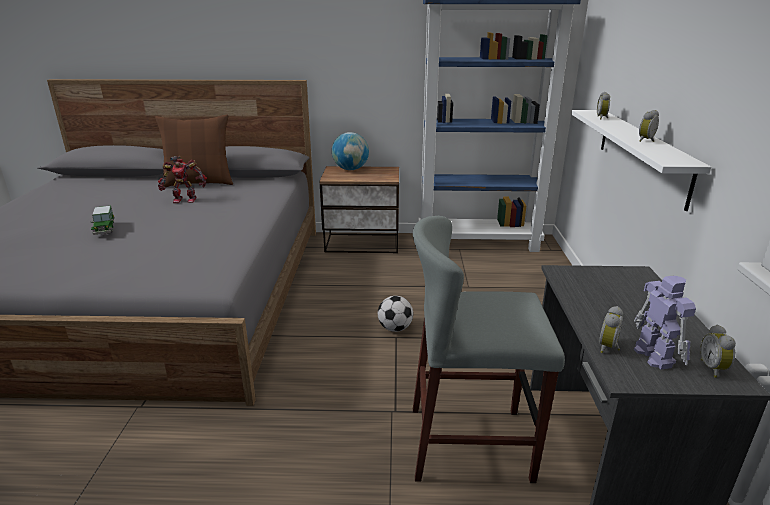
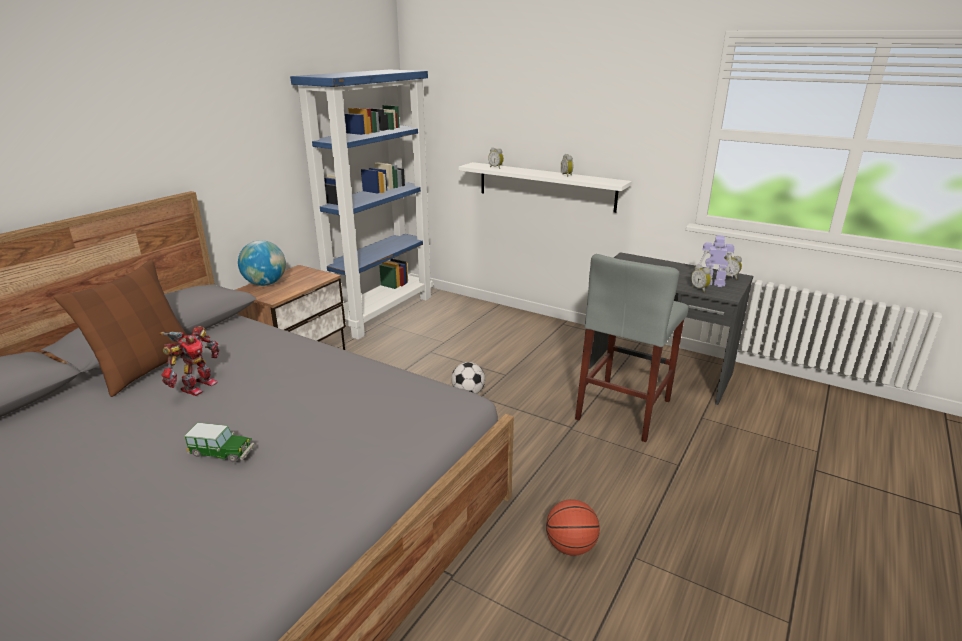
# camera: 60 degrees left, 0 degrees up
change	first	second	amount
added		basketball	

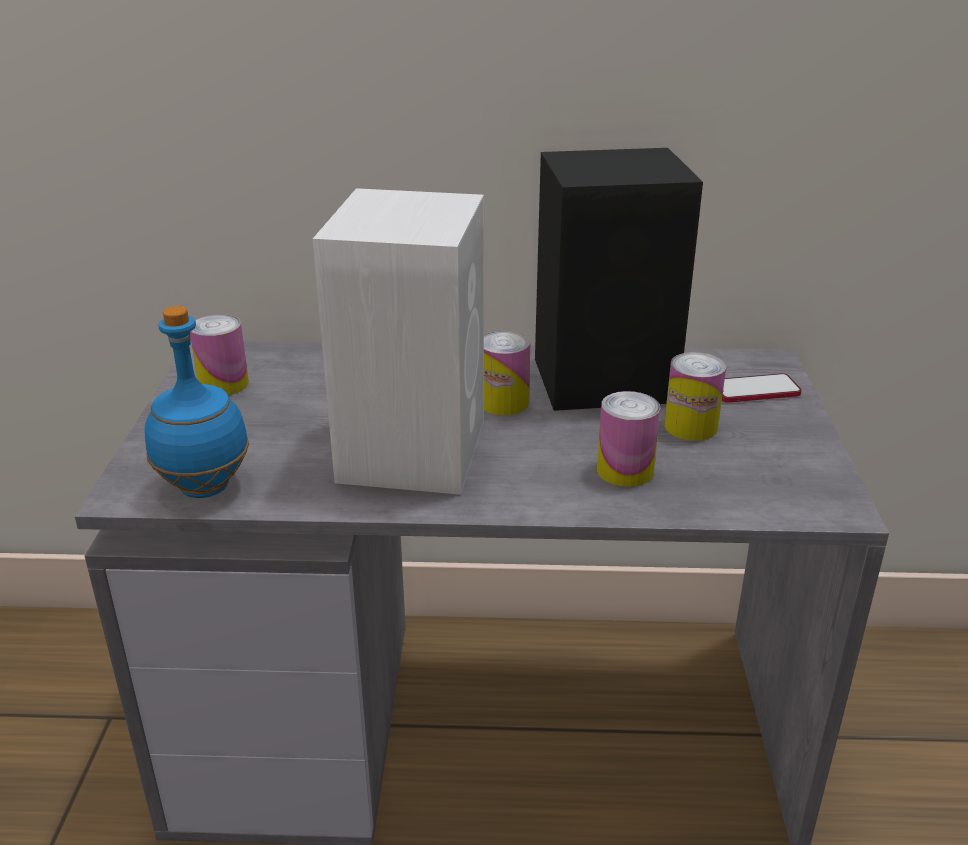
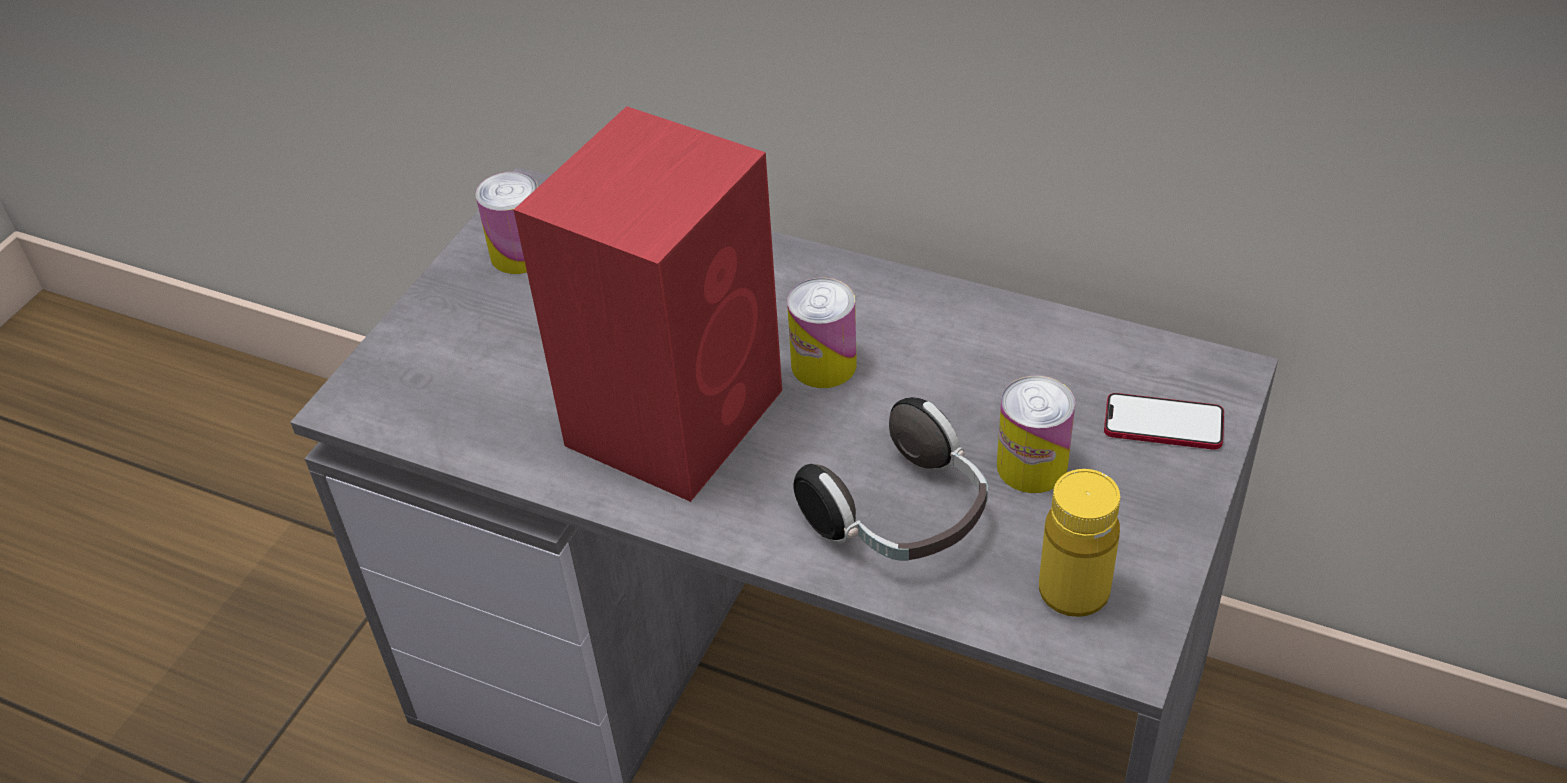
# camera: 25 degrees right, 15 degrees up
change	first	second	amount
removed	bottle (blue)		
removed	speaker (black)		
added		bottle (yellow)	
replaced	can (3rd from left)	headphones	
recoloured	speaker (white)	speaker (red)	

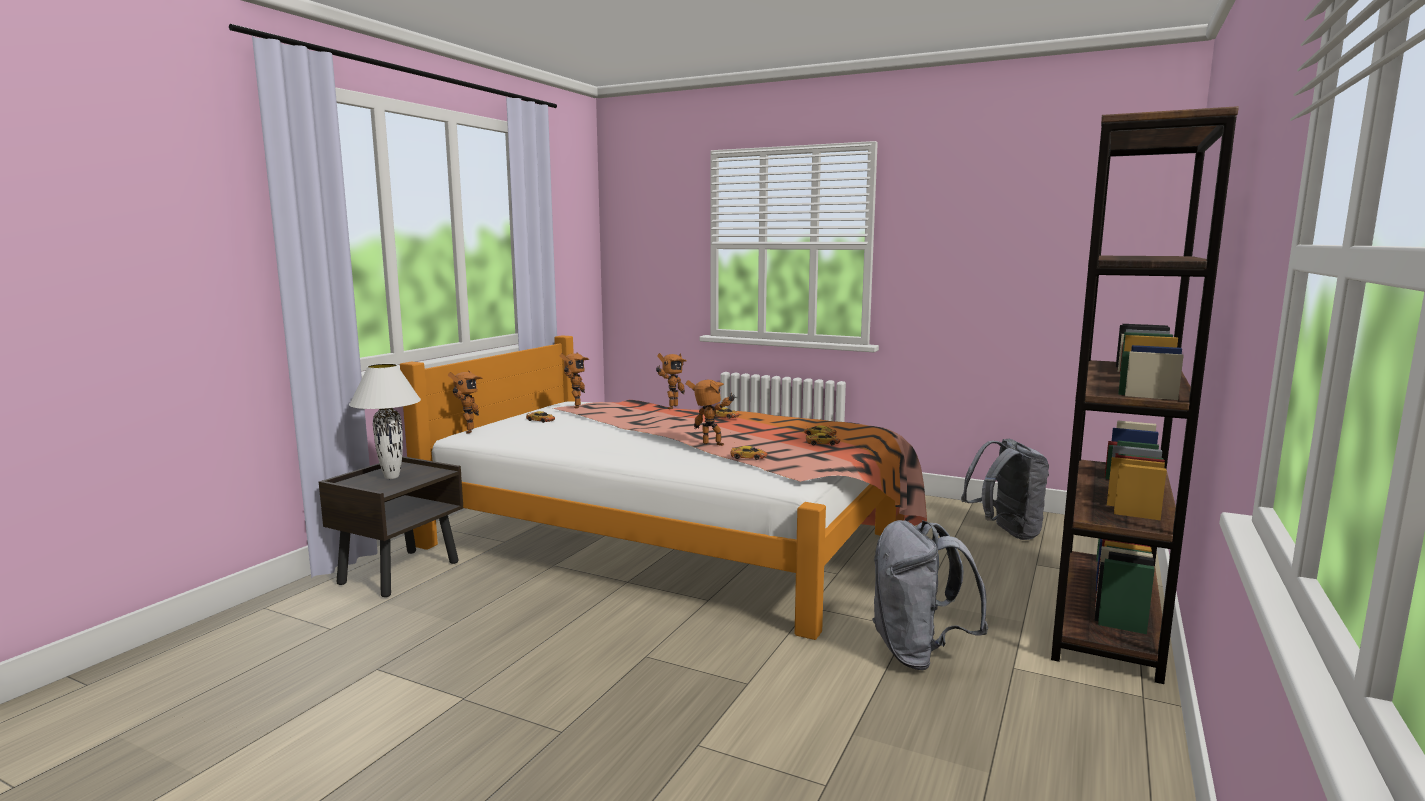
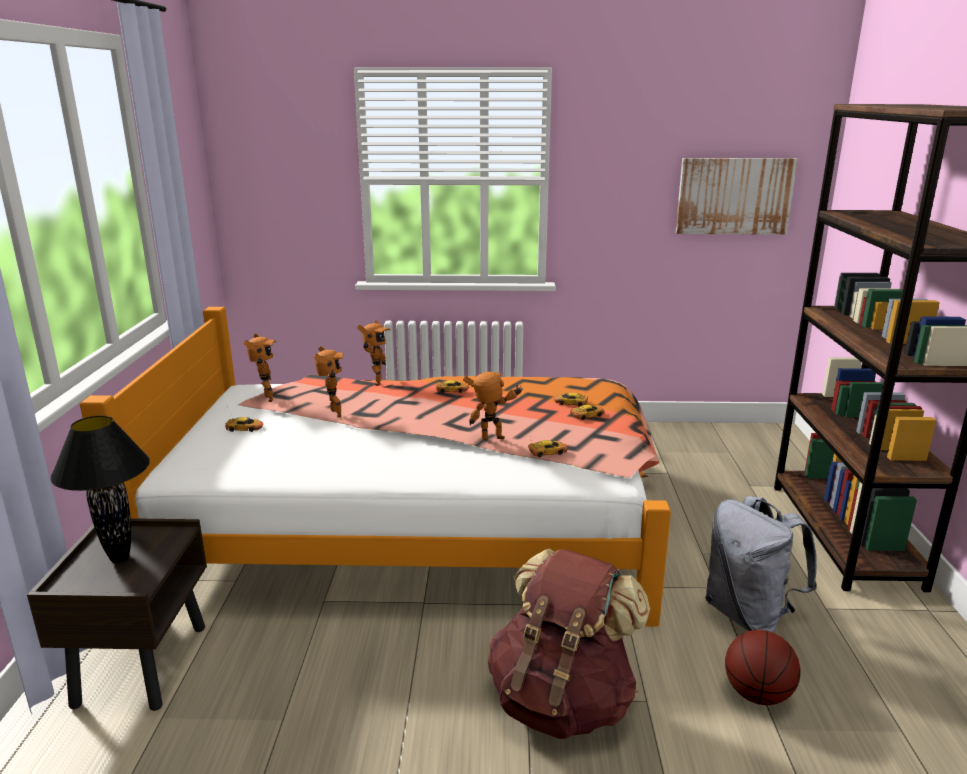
# camera: 25 degrees left, 10 degrees up
change	first	second	amount
removed	backpack (grey) (2nd from left)		
added		backpack (brown)	
added		picture	
added		basketball	
moved	toy robot (1st from left in the first image)	toy robot (2nd from left)	
recoloured	table lamp (white)	table lamp (black)	

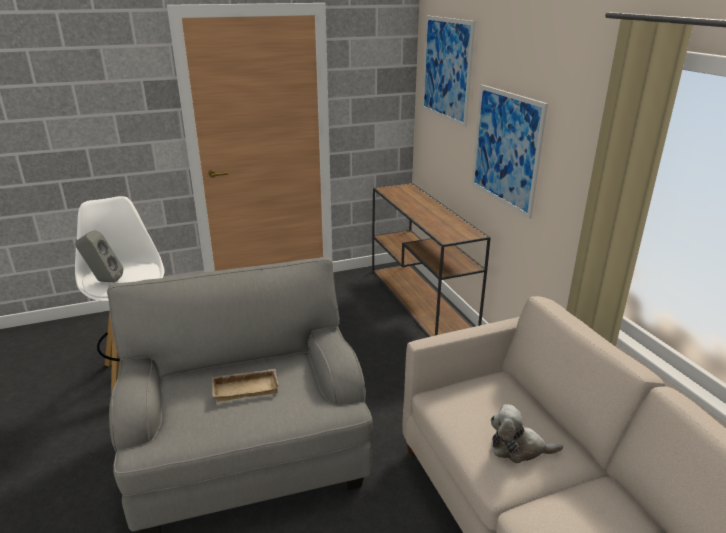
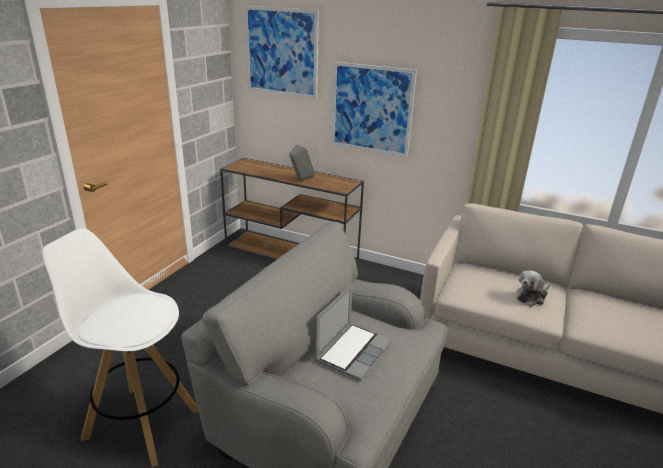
# camera: 45 degrees left, 0 degrees up
change	first	second	amount
moved	speaker (grey)		
replaced	tray (beige)	laptop	

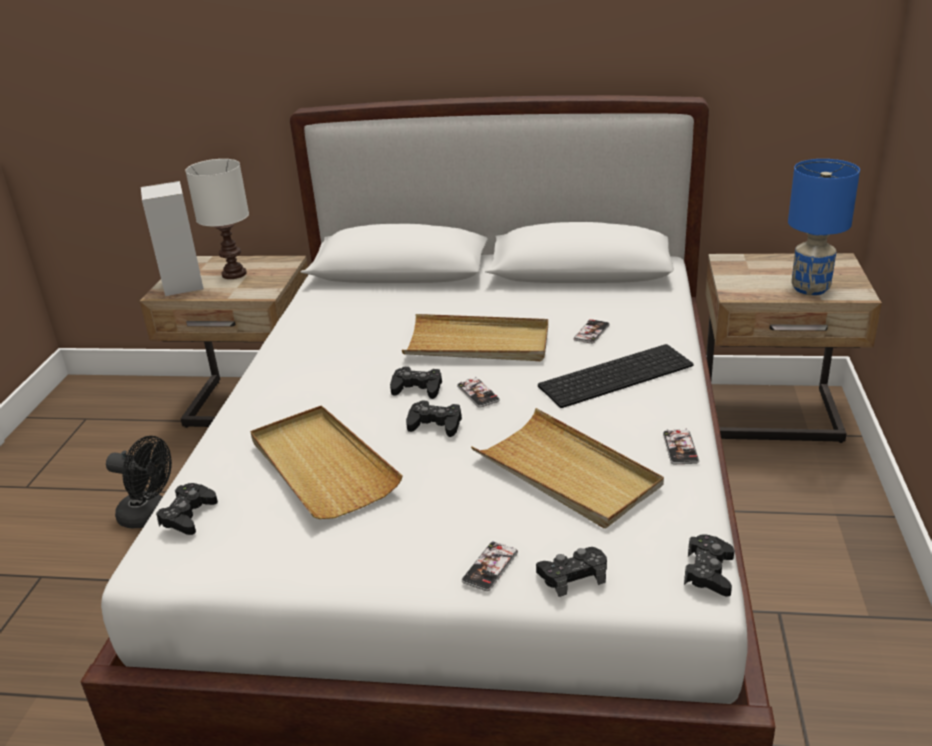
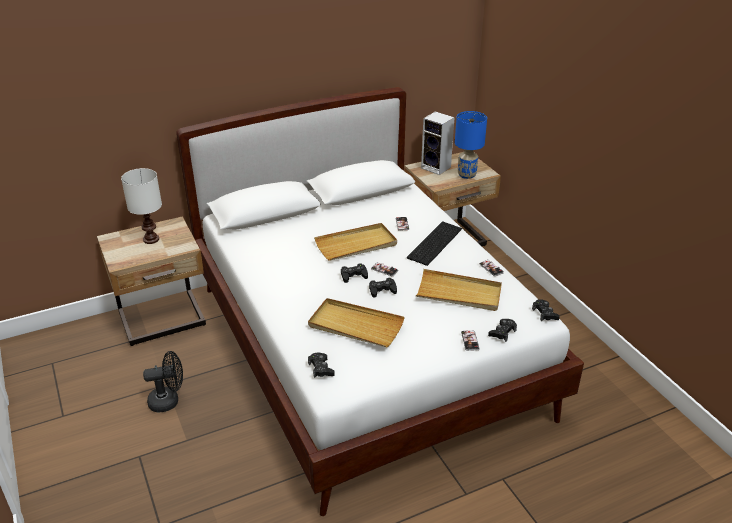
# camera: 35 degrees left, 5 degrees up
change	first	second	amount
moved	speaker		

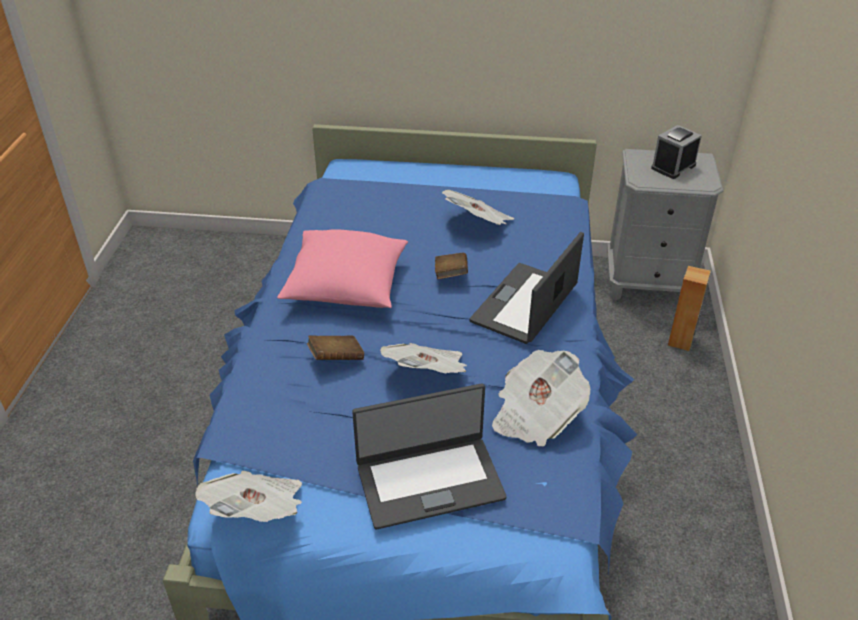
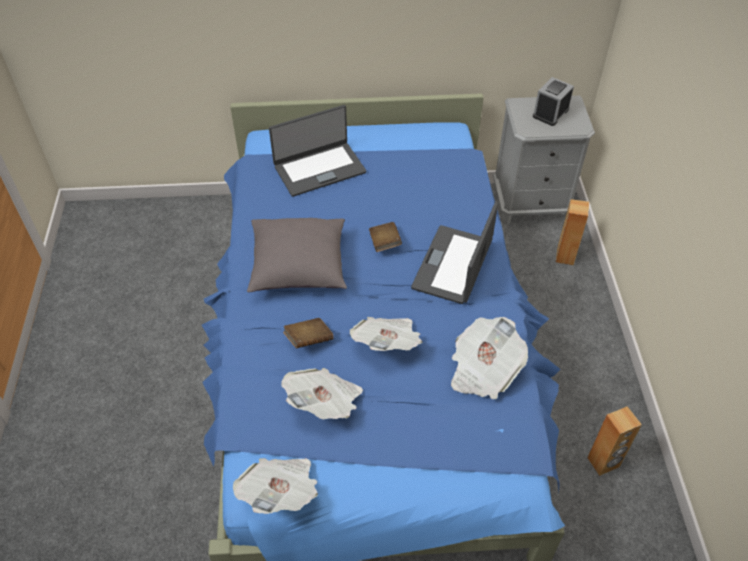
# camera: 10 degrees left, 10 degrees up
change	first	second	amount
added		speaker (brown) (2nd from left)	
moved	laptop (1st from left)		
moved	newspaper (3rd from left in the first image)	newspaper (2nd from left)	
recoloured	pillow (pink)	pillow (grey)	

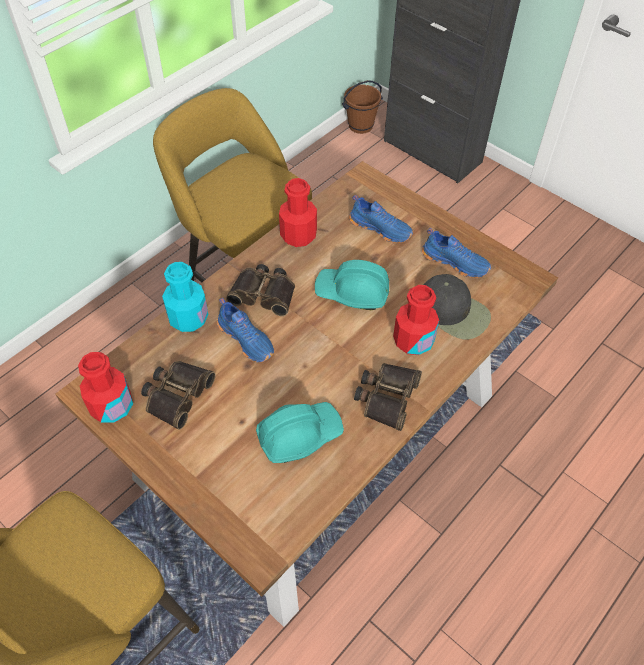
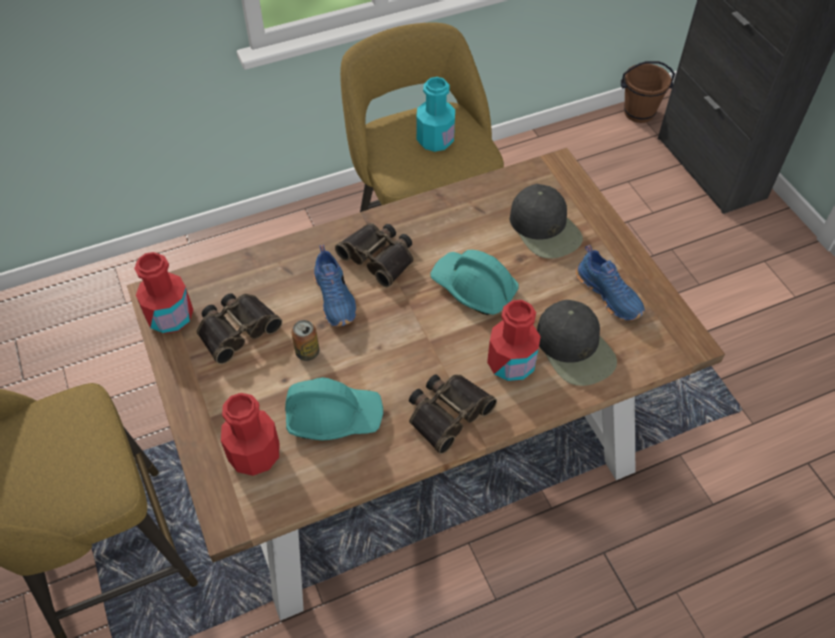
# camera: 25 degrees right, 0 degrees up
change	first	second	amount
added		can	
moved	bottle (turquoise)		
moved	bottle (red) (2nd from left)		
replaced	shoe (blue) (2nd from left)	cap (black) (1st from left)	

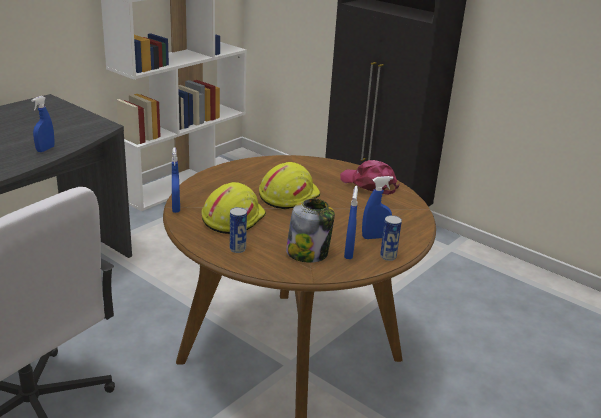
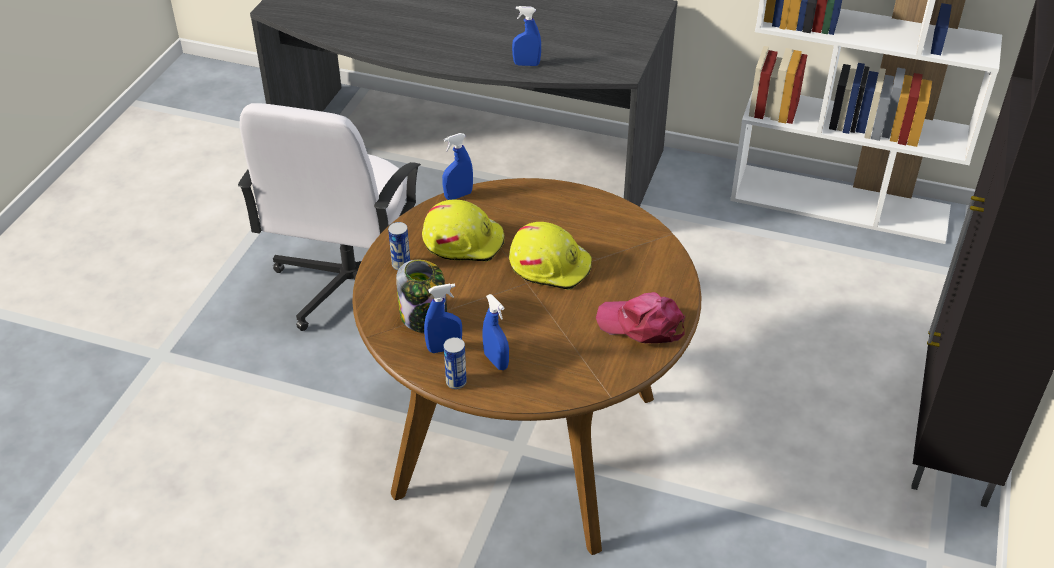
# camera: 70 degrees right, 15 degrees up
change	first	second	amount
turned	cap (pink)		90 degrees counterclockwise

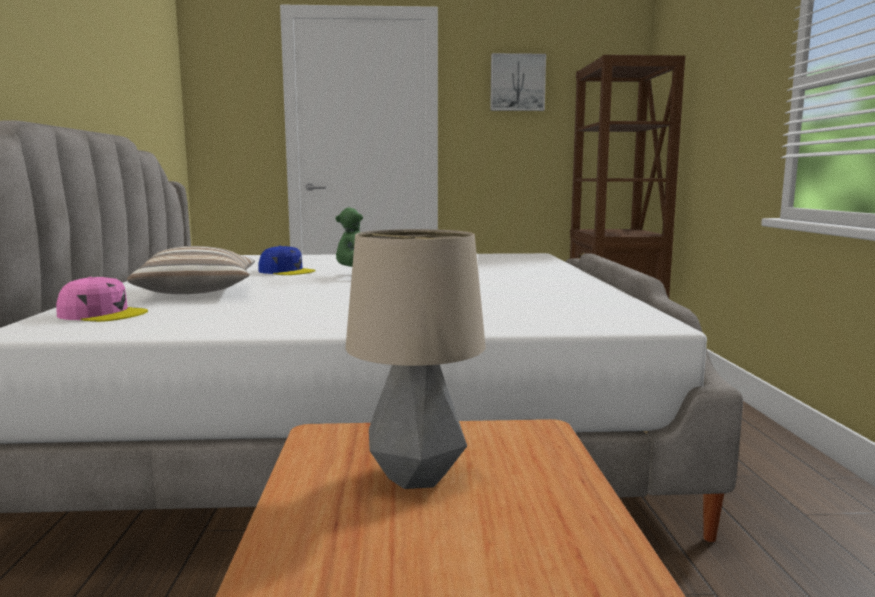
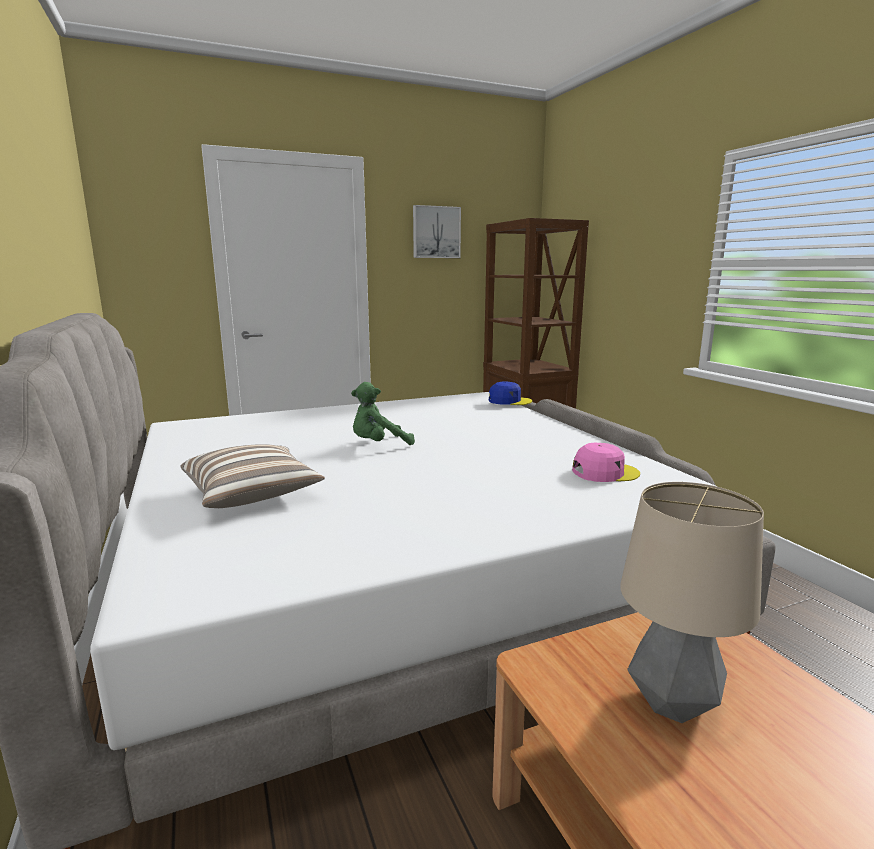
# camera: 20 degrees left, 5 degrees up
change	first	second	amount
moved	cap (pink)		
moved	cap (blue)		

